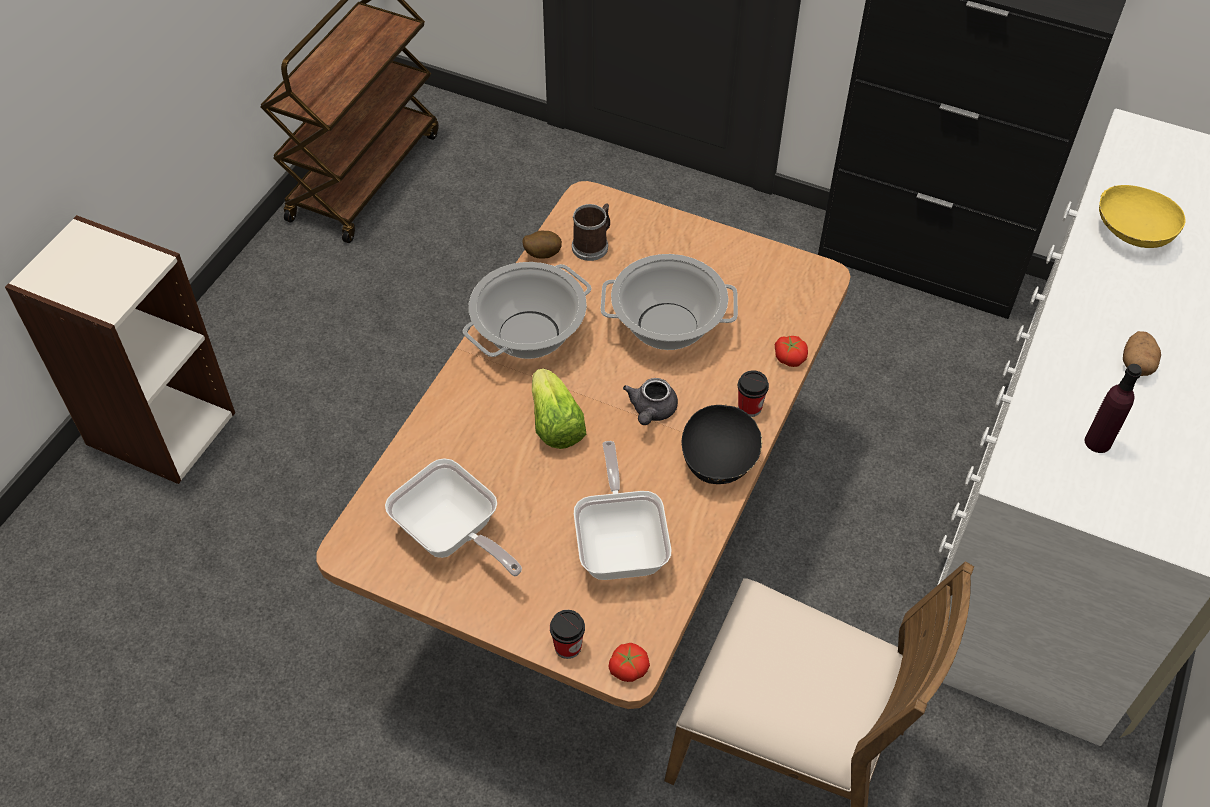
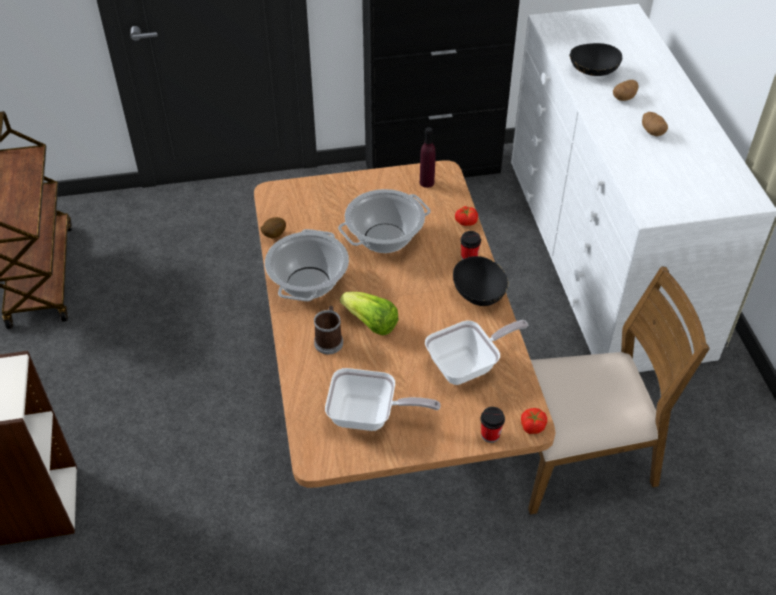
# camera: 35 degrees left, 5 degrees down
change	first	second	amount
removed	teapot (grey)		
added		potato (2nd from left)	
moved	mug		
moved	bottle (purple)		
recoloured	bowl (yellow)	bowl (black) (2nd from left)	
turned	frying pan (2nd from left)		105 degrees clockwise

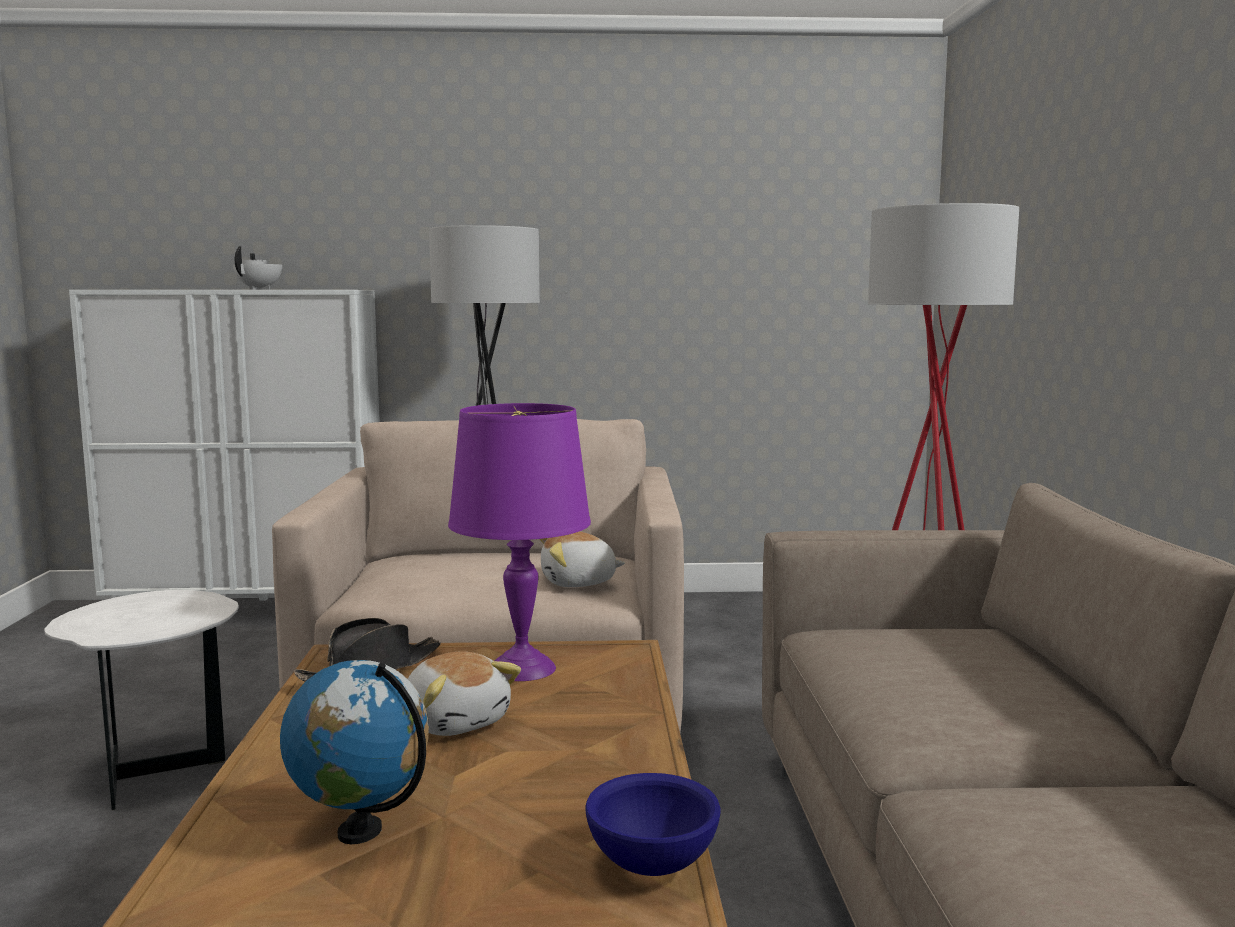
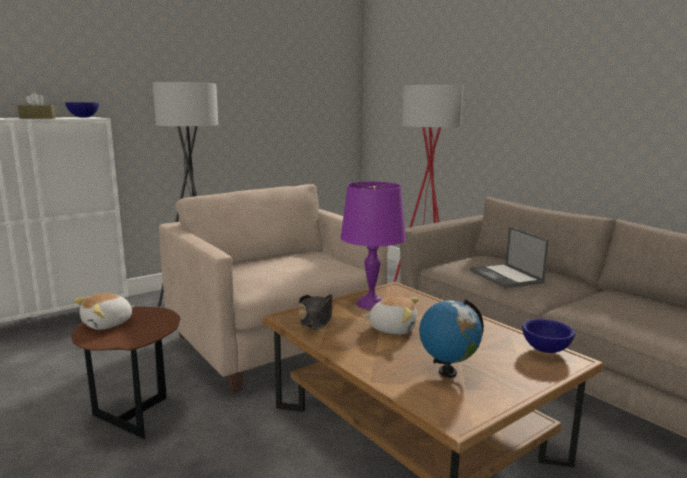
# camera: 35 degrees left, 5 degrees up
change	first	second	amount
added		bowl (blue) (1st from left)	
added		laptop	
moved	plush toy (2nd from left in the first image)	plush toy (1st from left)	
replaced	teapot (white)	tissue box (brown)	
recoloured	side table (white)	side table (brown)	

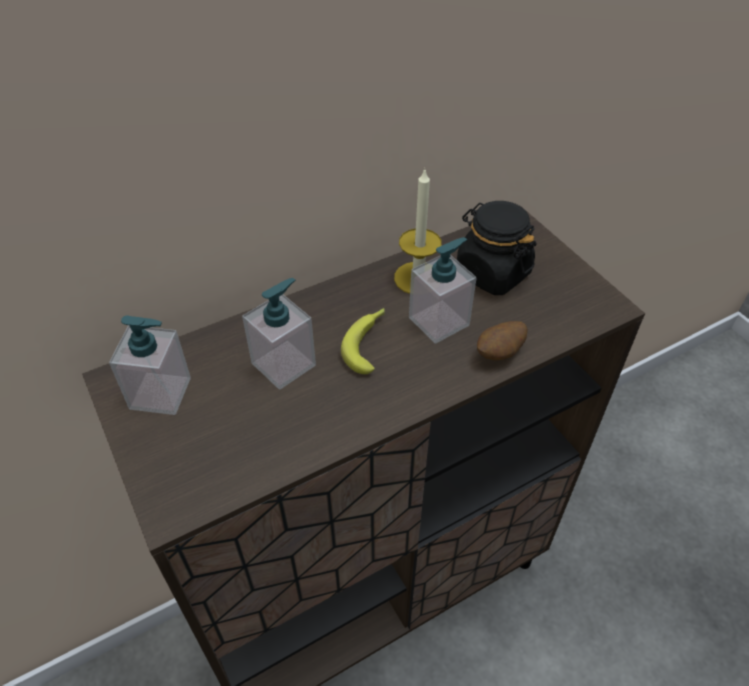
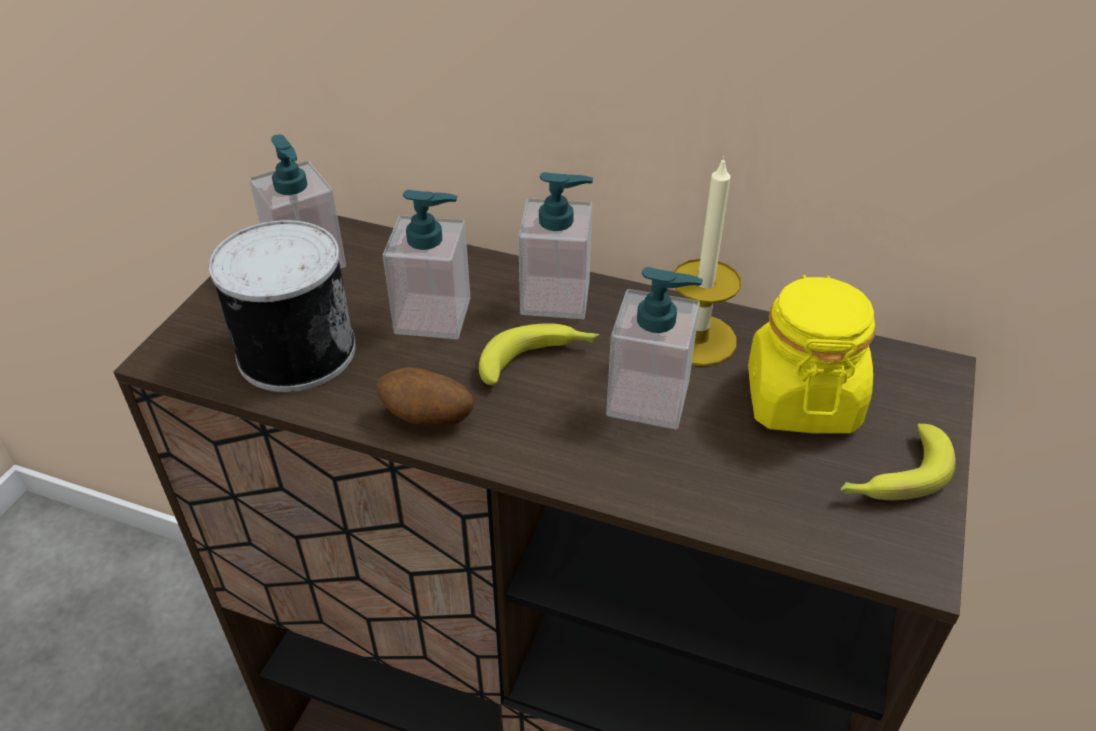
# camera: 50 degrees right, 5 degrees down
change	first	second	amount
added		can	
added		soap dispenser (3rd from left)	
added		banana (2nd from left)	
moved	potato		
recoloured	jar (black)	jar (yellow)	

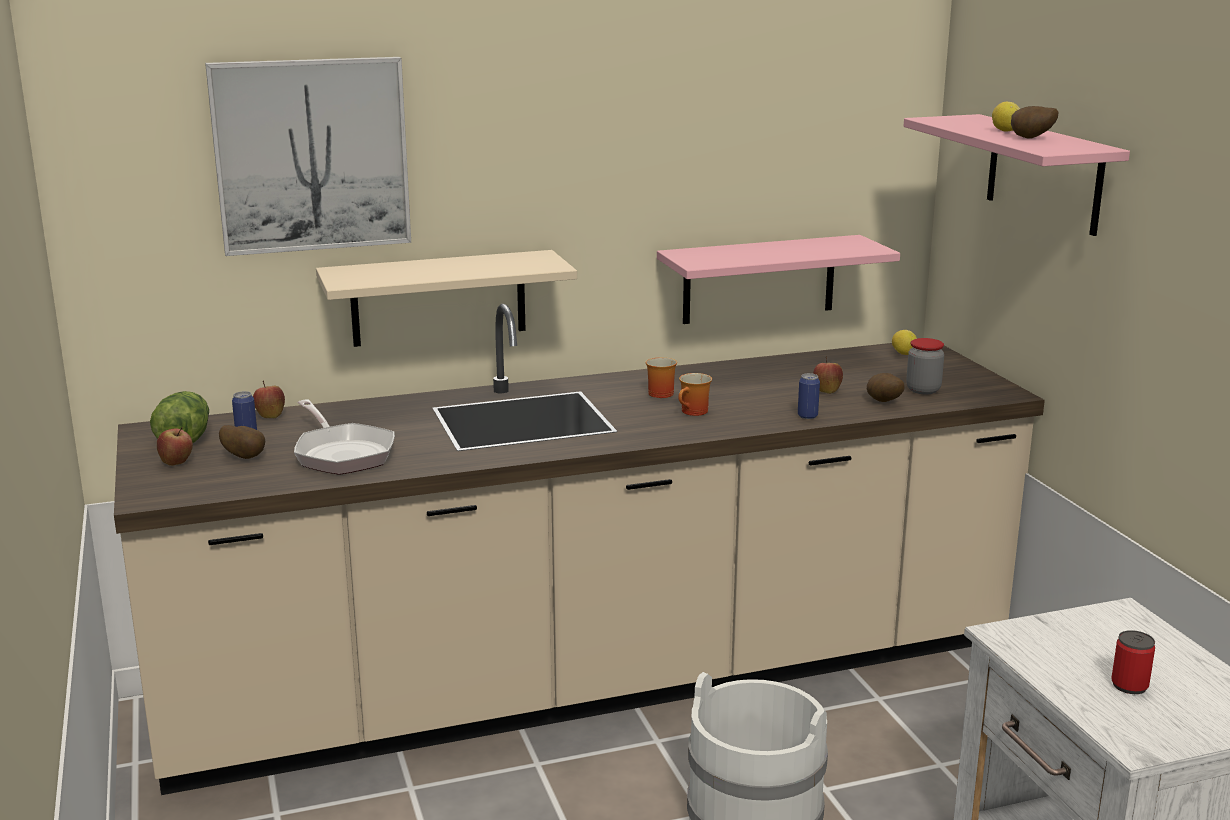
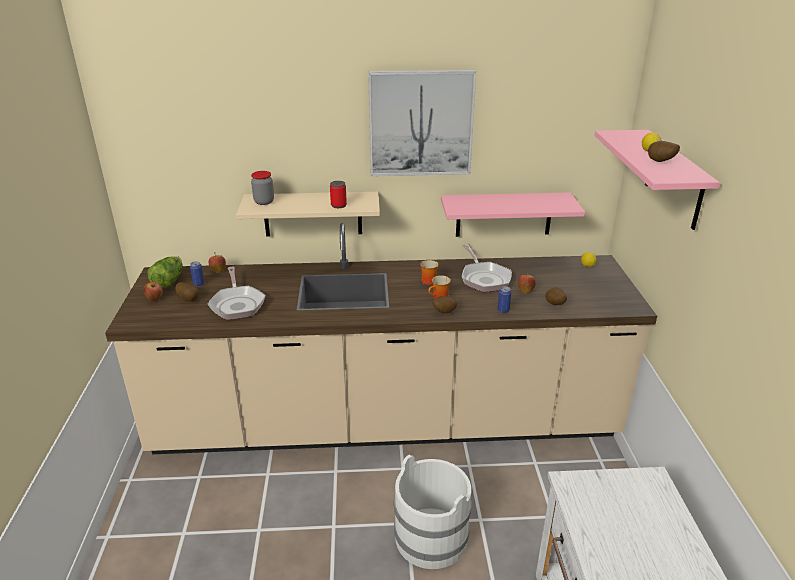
# camera: 15 degrees right, 10 degrees up
change	first	second	amount
added		potato (2nd from left)	
added		frying pan (2nd from left)	
moved	picture		
moved	jar		
moved	can (3rd from left in the first image)	can (2nd from left)	

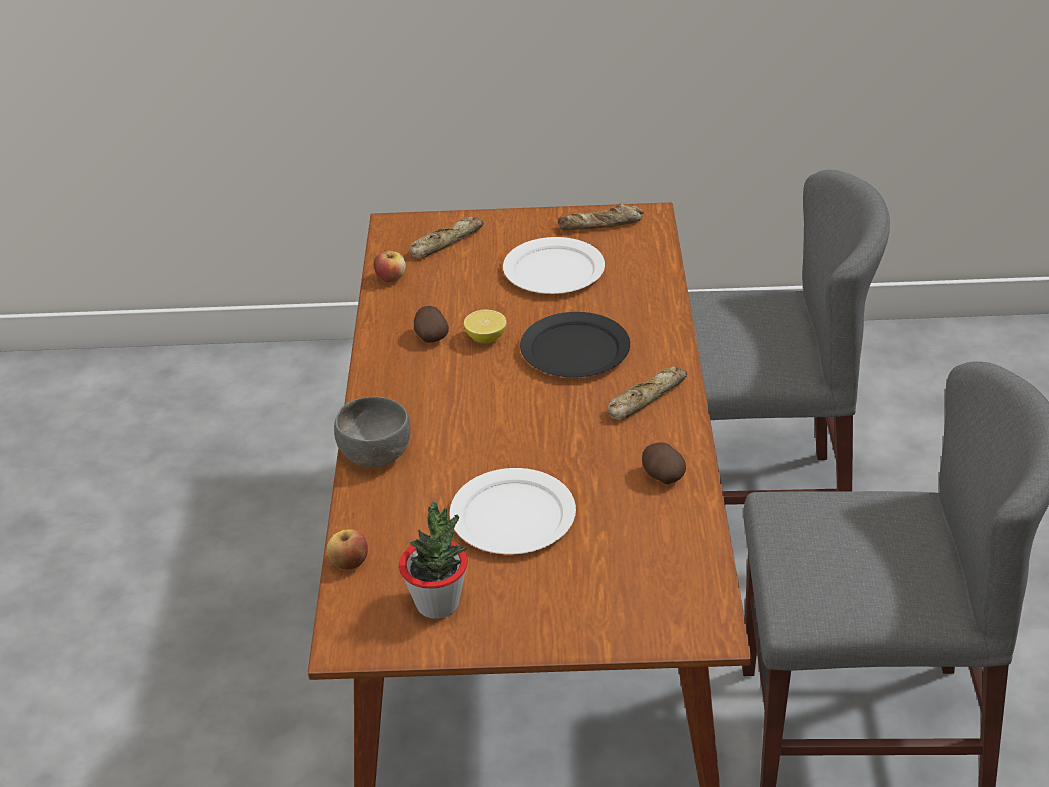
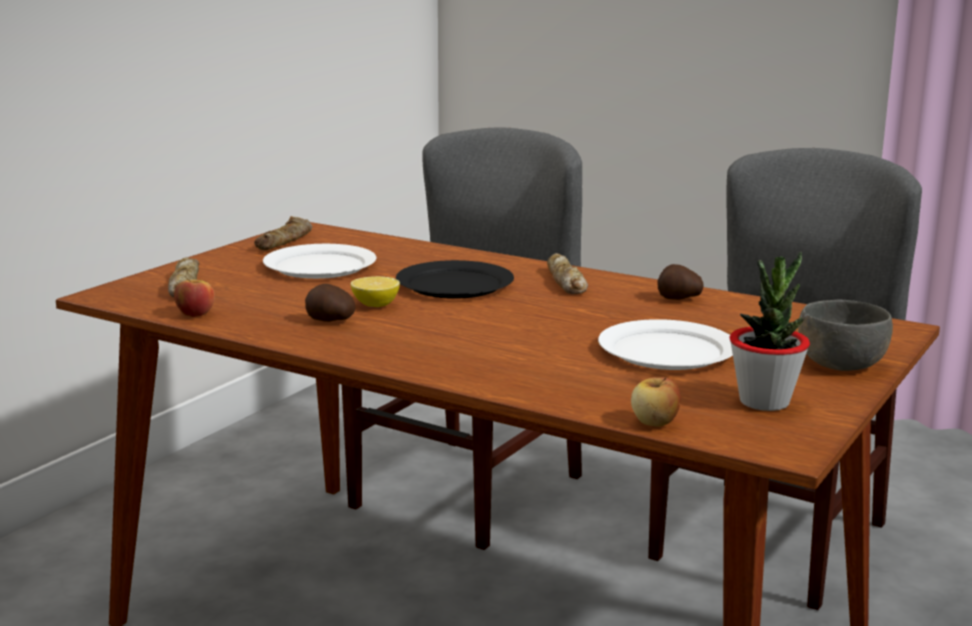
# camera: 60 degrees left, 20 degrees down
change	first	second	amount
moved	bowl (grey)		

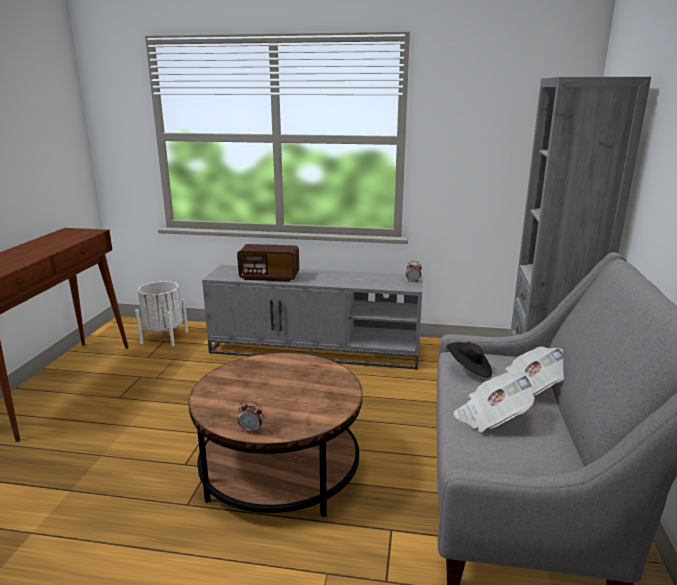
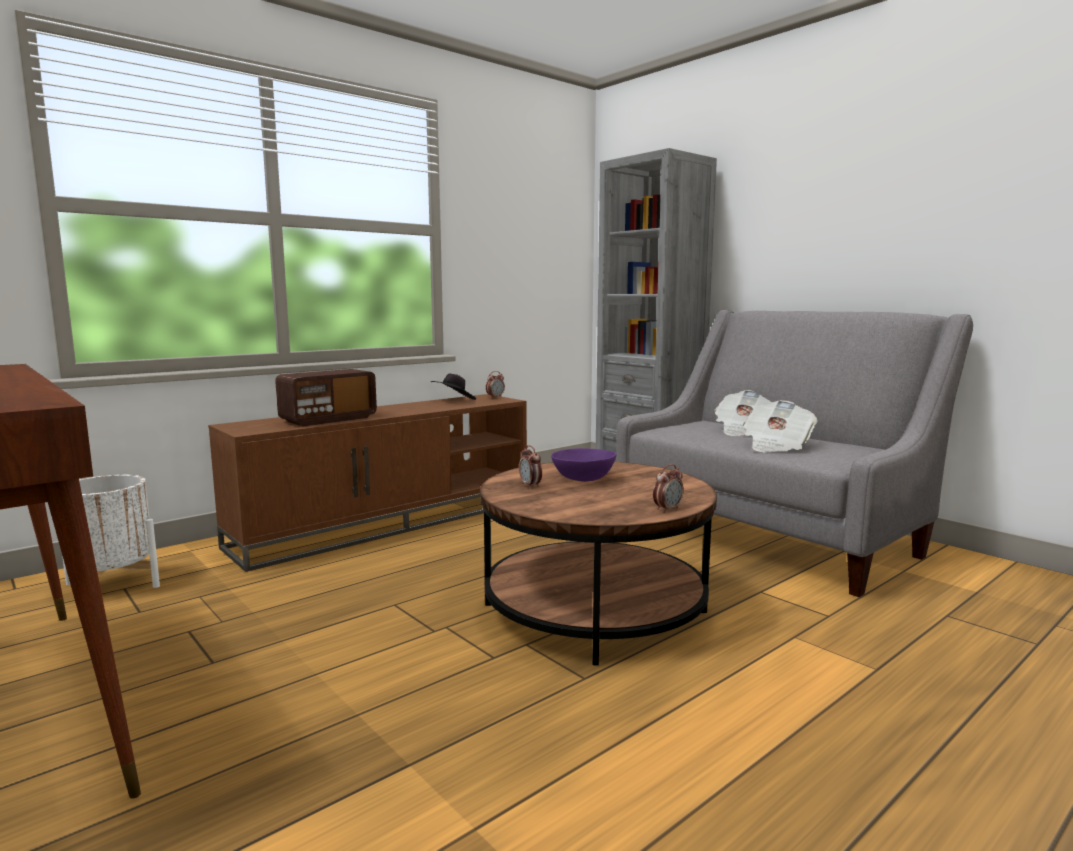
# camera: 50 degrees left, 10 degrees down
change	first	second	amount
added		alarm clock (2nd from left)	
added		bowl (purple)	
moved	hat (black)		
recoloured	tv stand (grey)	tv stand (brown)	

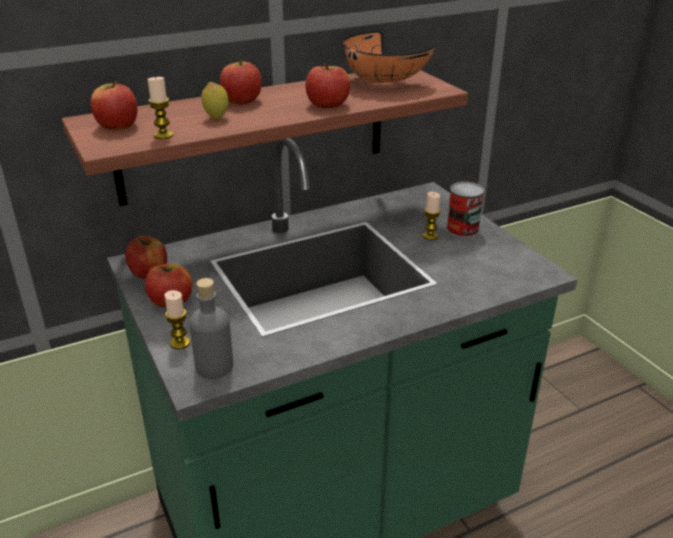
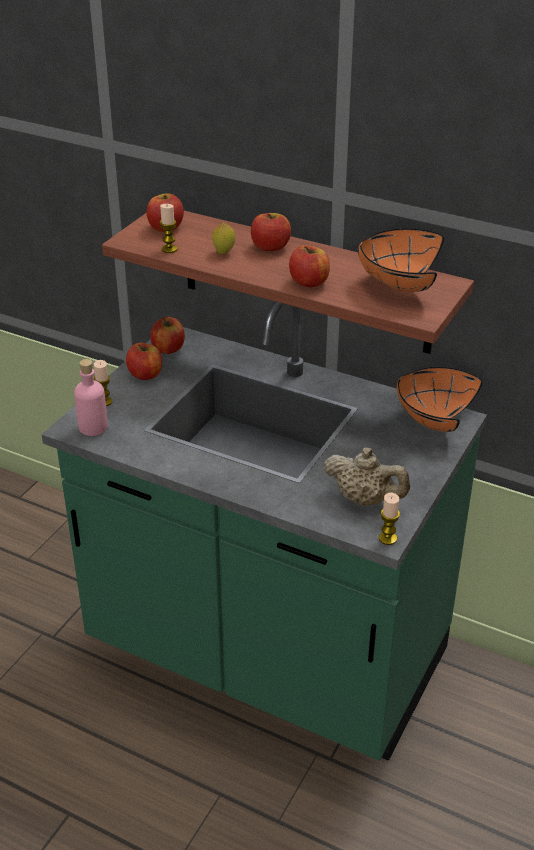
# camera: 55 degrees right, 5 degrees up
change	first	second	amount
removed	can		
added		teapot (beige)	
added		bowl (orange) (2nd from left)	
moved	candle (3rd from left)		
recoloured	bottle (grey)	bottle (pink)	

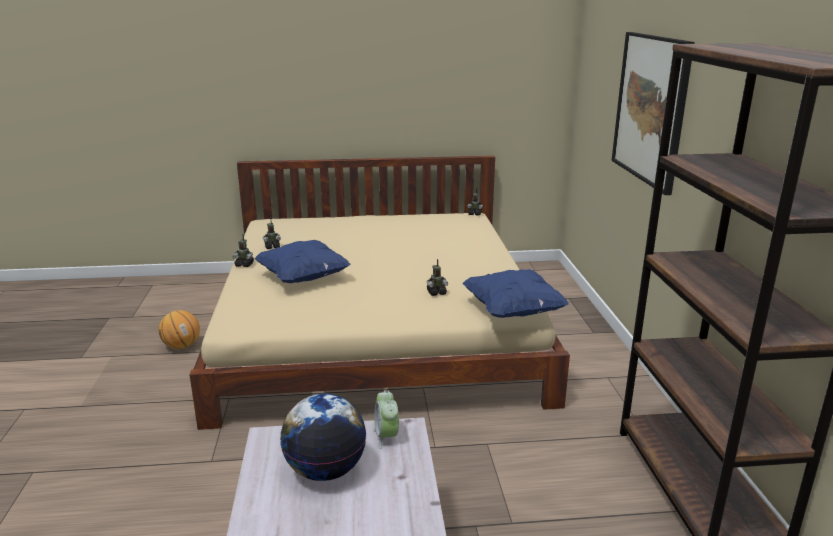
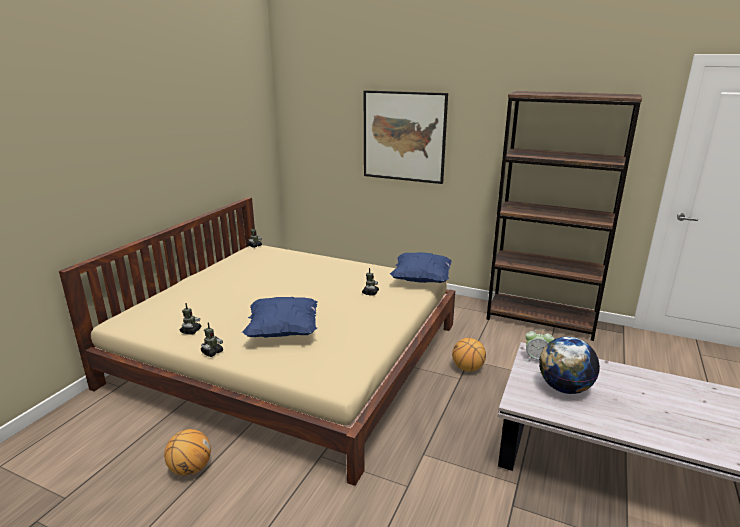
# camera: 60 degrees left, 0 degrees up
change	first	second	amount
added		basketball (2nd from left)	

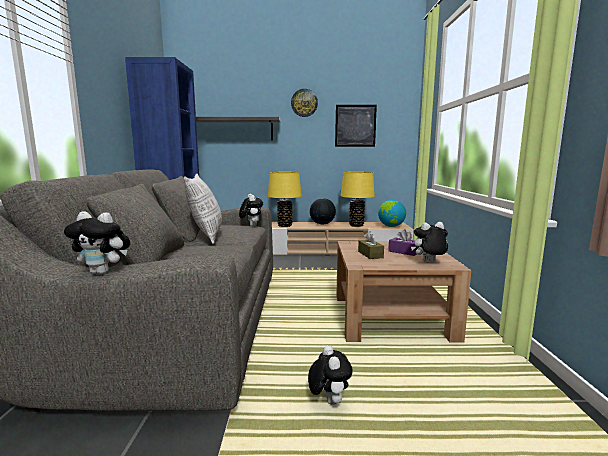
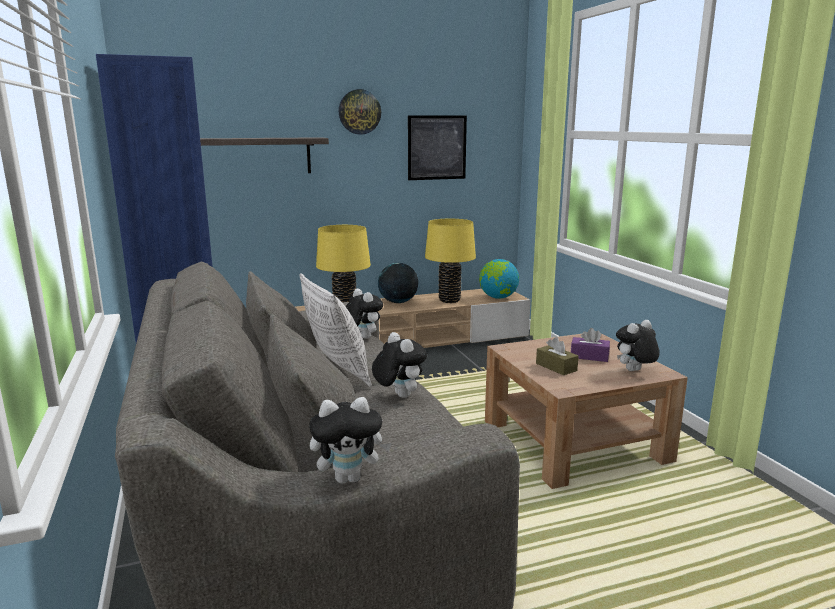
# camera: 20 degrees left, 5 degrees up
change	first	second	amount
moved	plush toy (3rd from left)		

